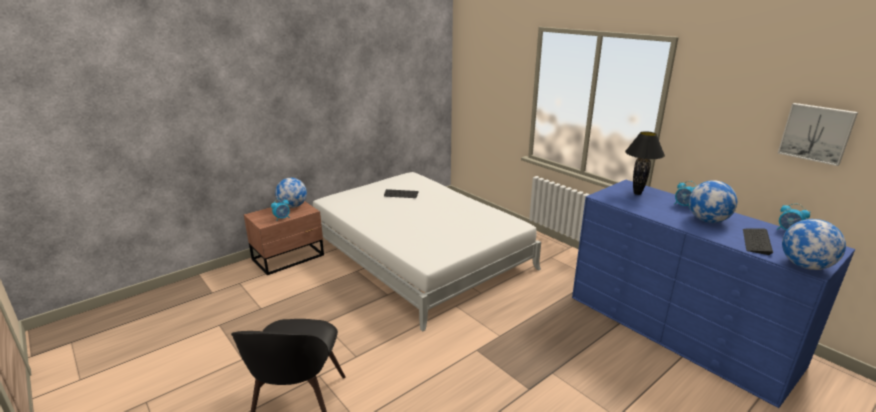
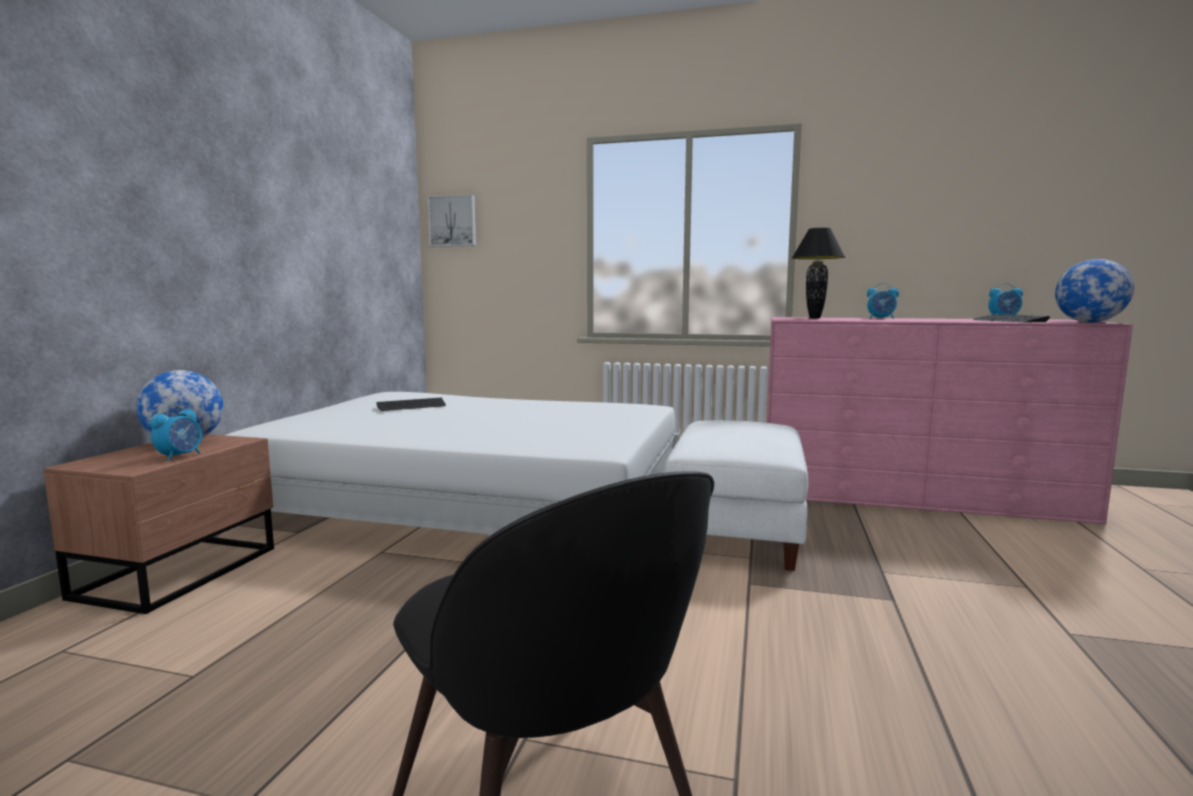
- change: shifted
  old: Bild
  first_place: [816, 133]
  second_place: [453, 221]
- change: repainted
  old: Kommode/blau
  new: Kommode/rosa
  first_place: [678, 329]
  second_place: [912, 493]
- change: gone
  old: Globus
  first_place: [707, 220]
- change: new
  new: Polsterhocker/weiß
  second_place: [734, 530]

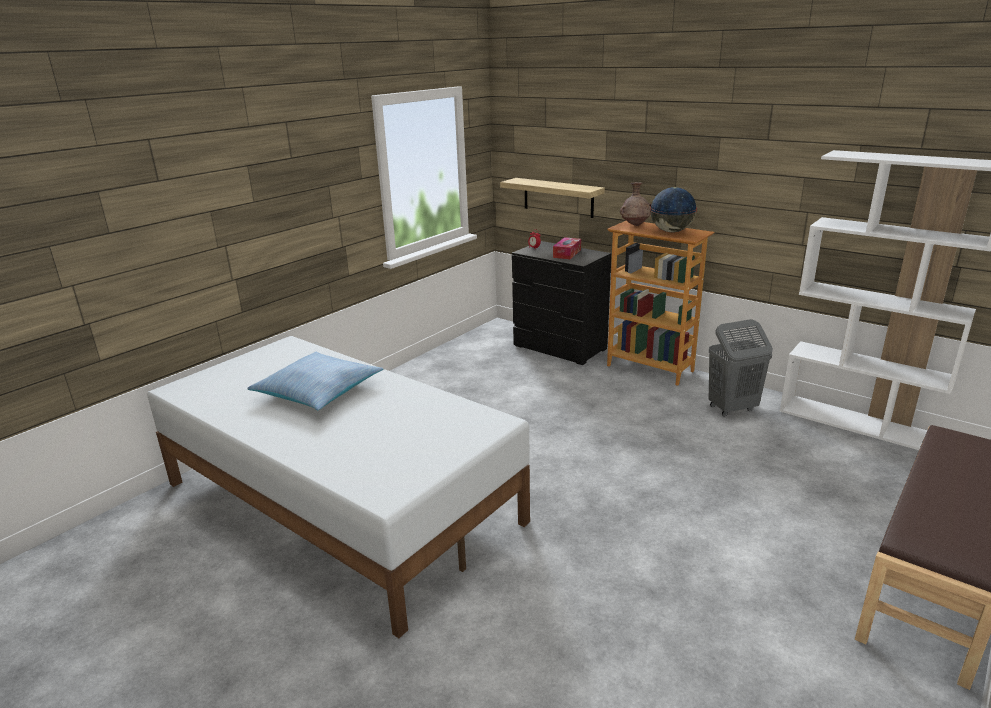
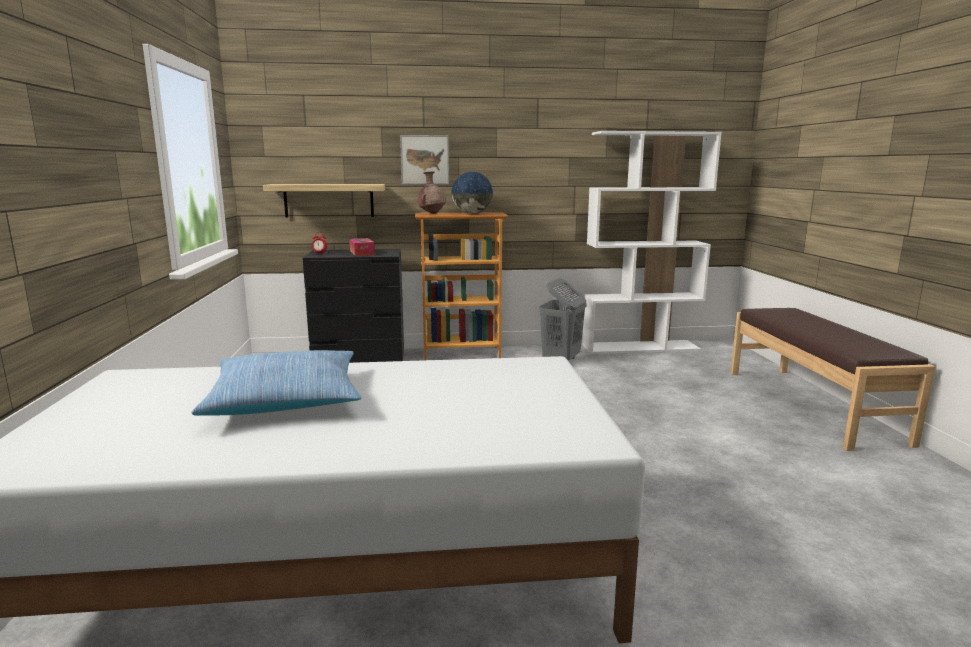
- change: new
  new: Bild
  second_place: [424, 160]

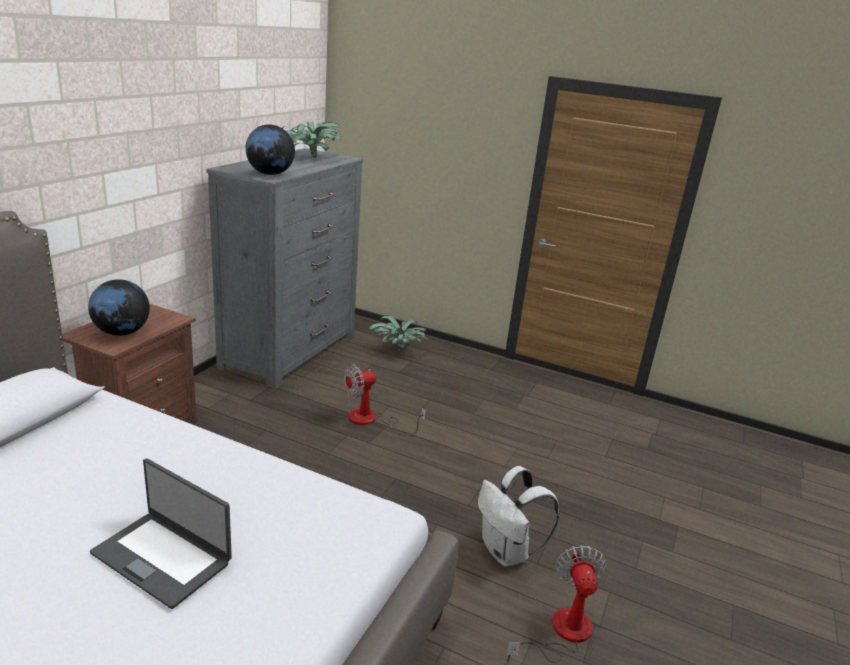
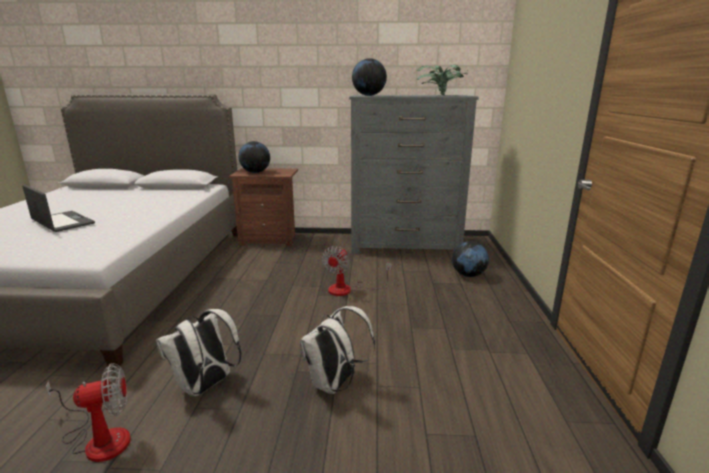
- change: swapped
  old: Topfpflanze
  new: Globus
  first_place: [399, 350]
  second_place: [468, 275]
- change: rotated
  old: Ventilator
  first_place: [371, 420]
  second_place: [348, 289]
  degrees: -105
- change: rotated
  old: Laptop
  first_place: [163, 557]
  second_place: [62, 222]
  degrees: 120
- change: new
  new: Rucksack/weiß
  second_place: [335, 384]

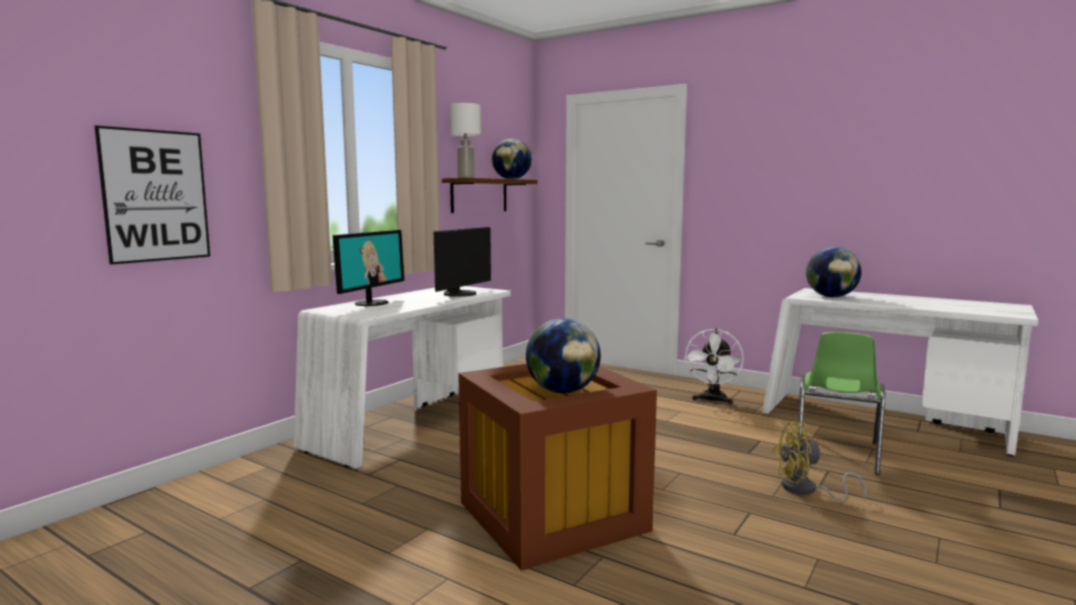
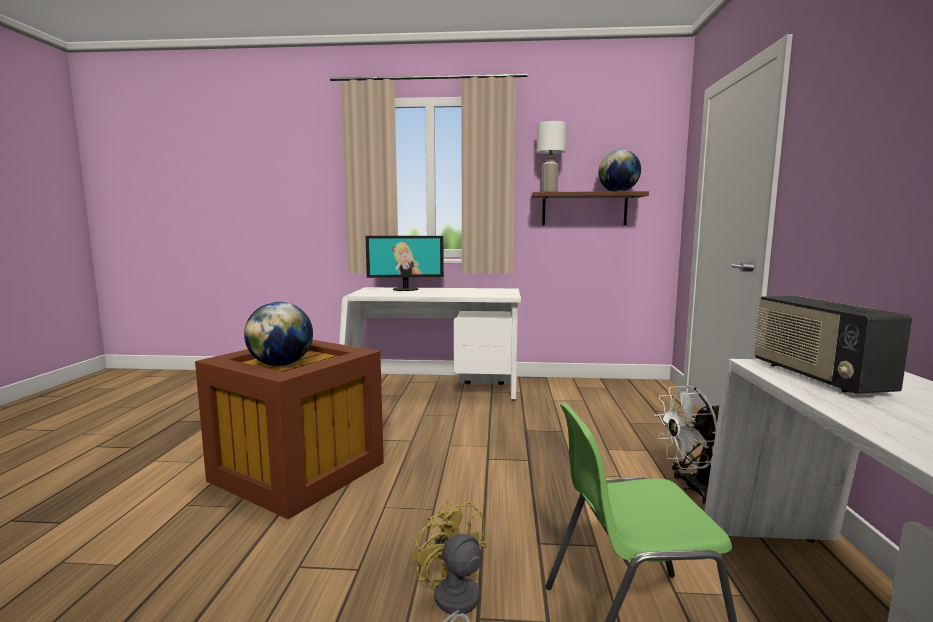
- change: gone
  old: Bild
  first_place: [156, 196]
- change: gone
  old: Monitor
  first_place: [461, 294]
- change: swapped
  old: Globus
  new: Radio
  first_place: [831, 297]
  second_place: [816, 377]

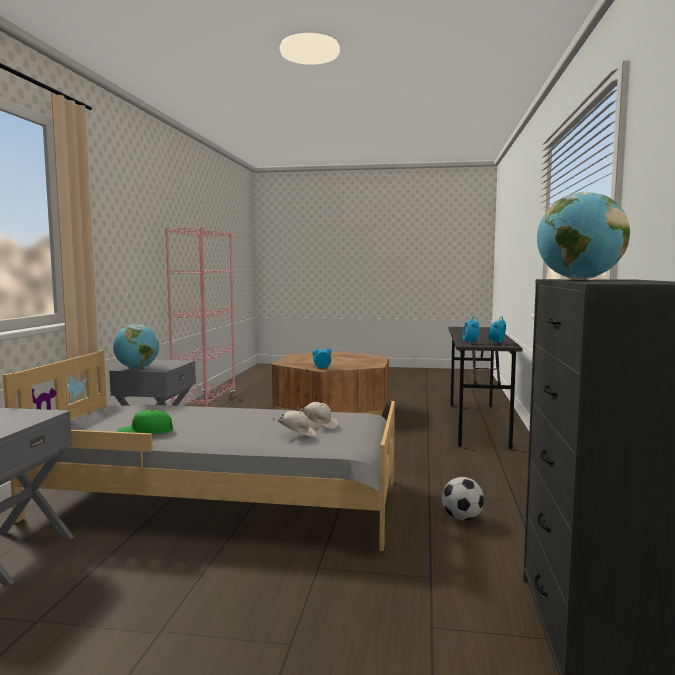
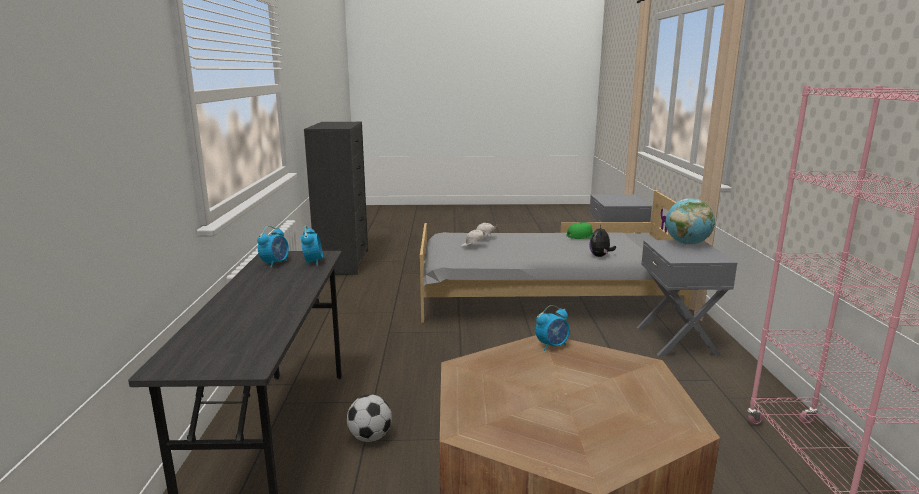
- change: gone
  old: Globus
  first_place: [578, 279]
- change: shifted
  old: Fußball
  first_place: [462, 518]
  second_place: [370, 437]
- change: new
  new: Plüschtier
  second_place: [600, 256]

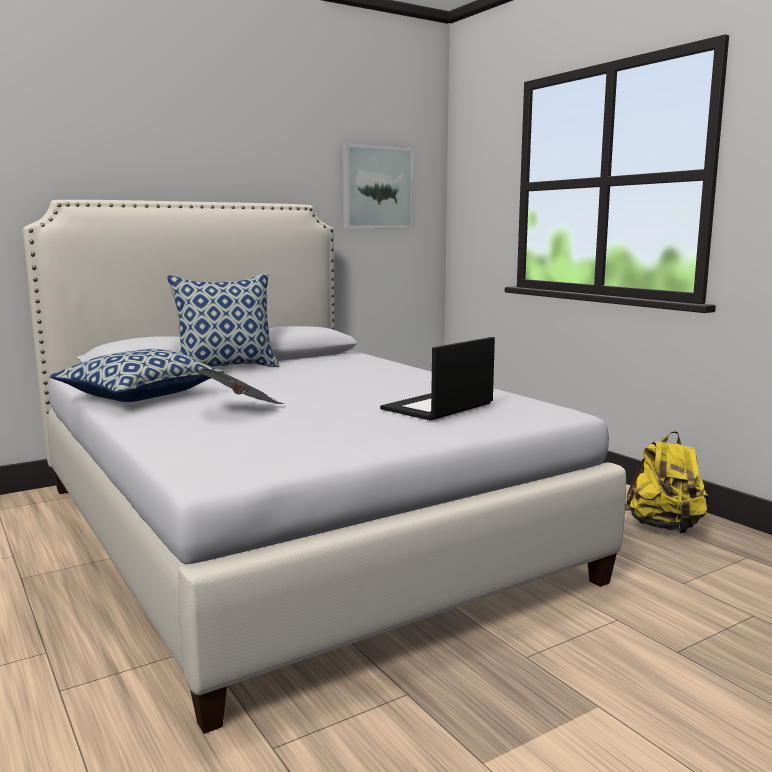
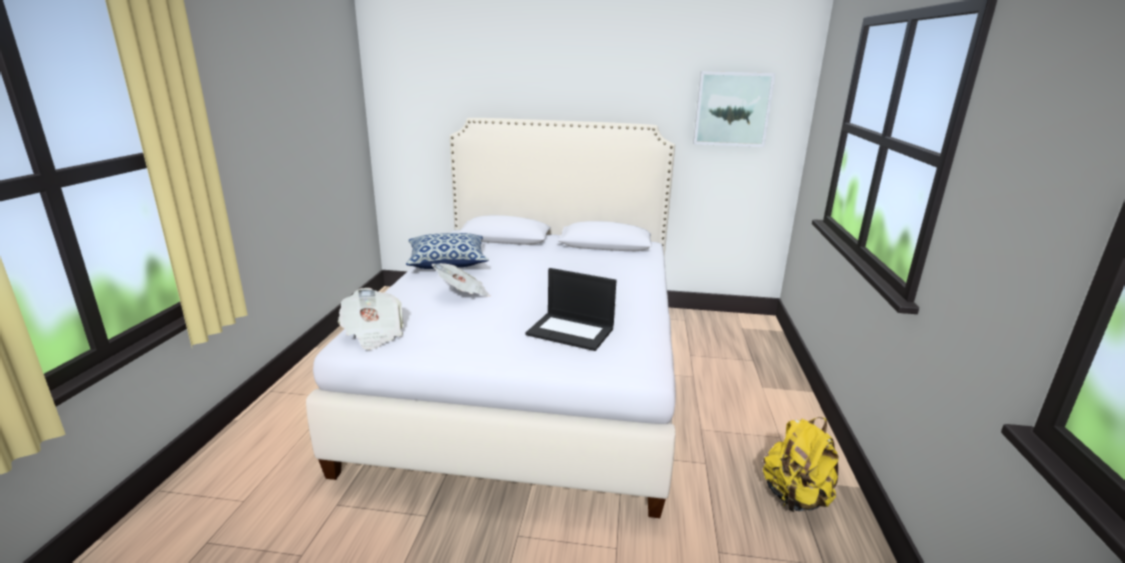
- change: gone
  old: Kissen
  first_place: [226, 368]
- change: rotated
  old: Laptop
  first_place: [437, 407]
  second_place: [571, 331]
  degrees: -150
- change: new
  new: Zeitung
  second_place: [373, 334]

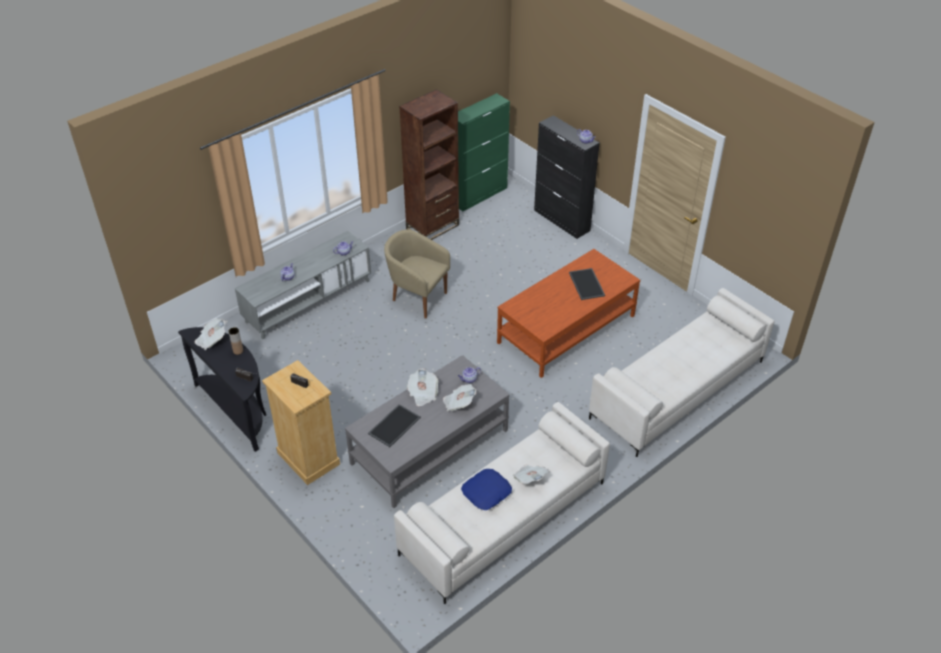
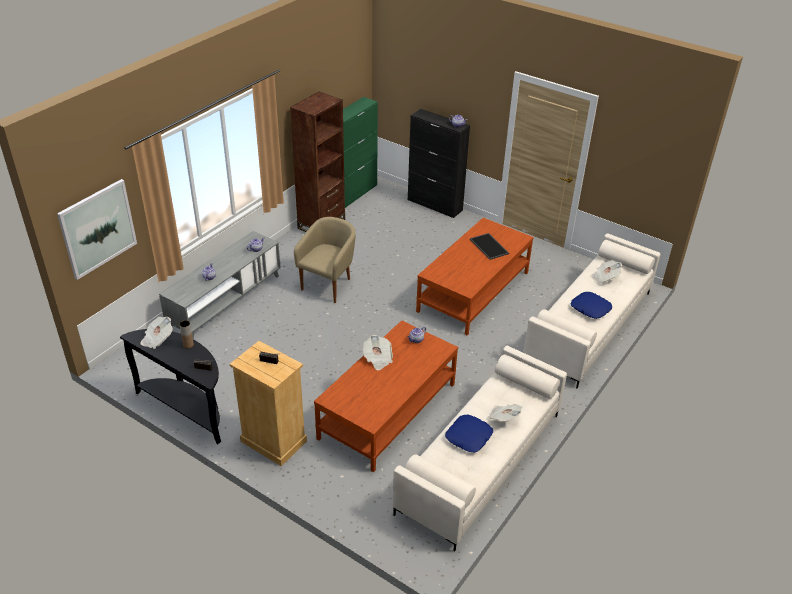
- change: rotated
  old: Sessel/beige
  first_place: [417, 298]
  second_place: [329, 285]
  degrees: 105
- change: repainted
  old: Couchtisch/grau
  new: Couchtisch/braun
  first_place: [429, 447]
  second_place: [387, 411]
- change: shifted
  old: Zeitung
  first_place: [458, 403]
  second_place: [604, 277]
- change: gone
  old: Tablett
  first_place: [394, 425]
- change: new
  new: Bild
  second_place: [98, 228]
- change: new
  new: Kissen/blau
  second_place: [590, 308]

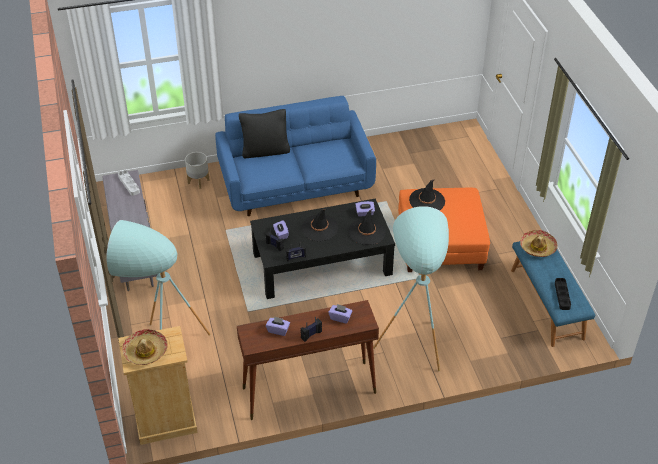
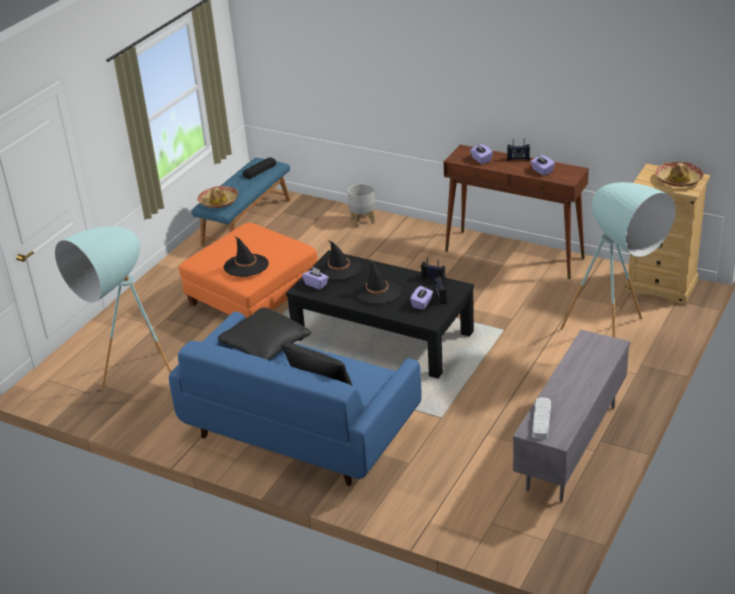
- change: shifted
  old: Pflanzkübel/grau
  first_place: [198, 181]
  second_place: [362, 221]
- change: shifted
  old: Stehlampe/türkis
  first_place: [414, 336]
  second_place: [134, 387]
- change: new
  new: Kissen/schwarz
  second_place: [265, 346]

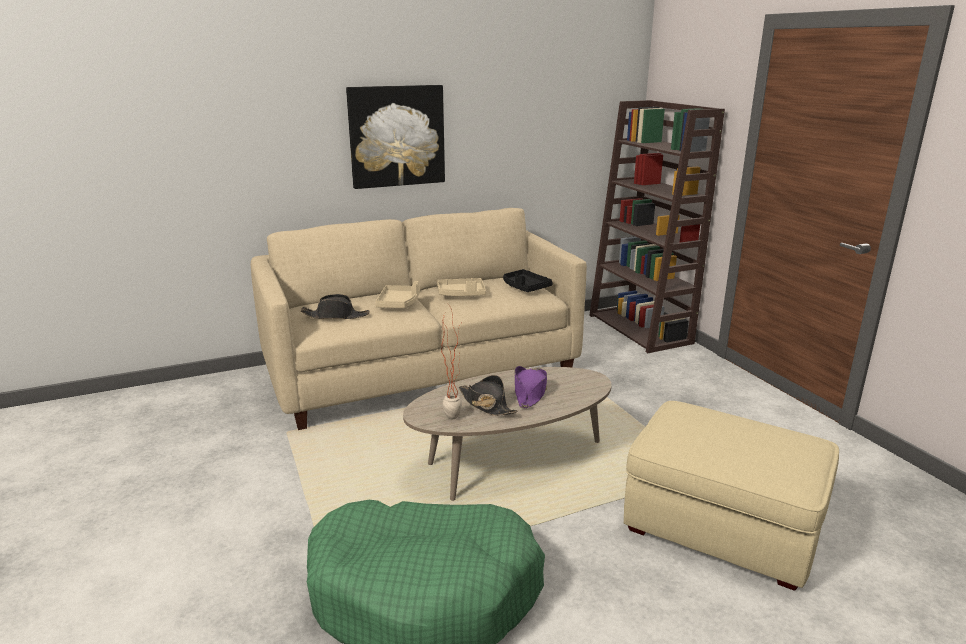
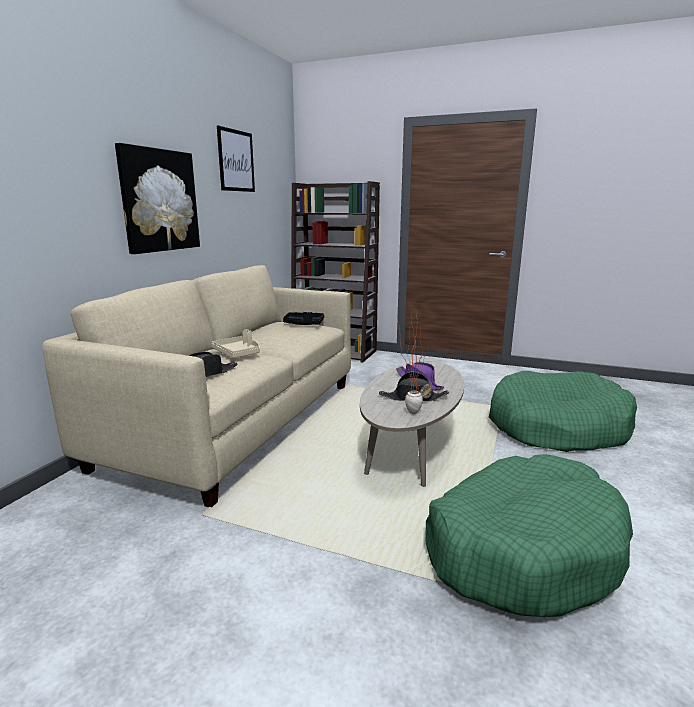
- change: gone
  old: Tablett/beige
  first_place: [461, 294]
- change: swapped
  old: Polsterhocker/beige
  new: Hundebett/grün
  first_place: [722, 529]
  second_place: [556, 427]
- change: new
  new: Bild
  second_place: [236, 161]

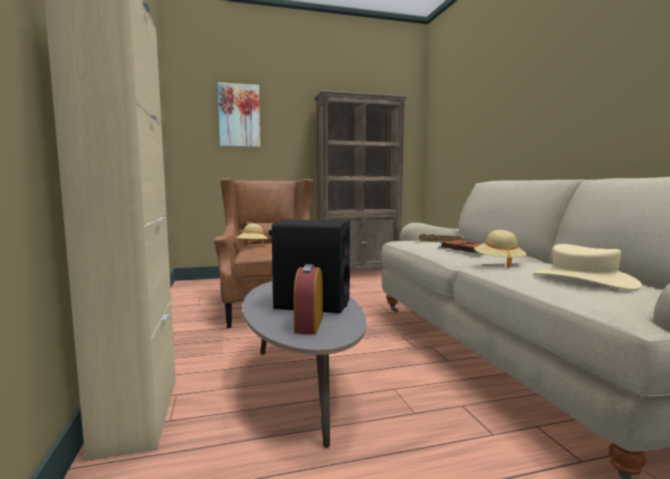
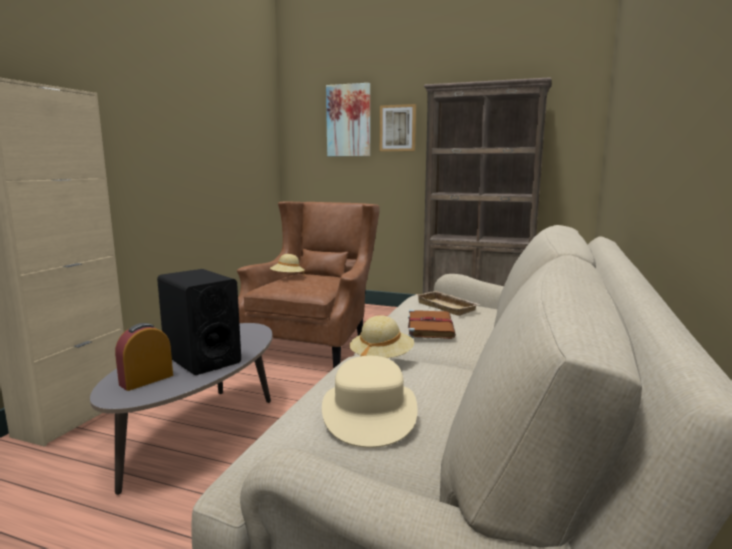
- change: new
  new: Bild
  second_place: [398, 128]

